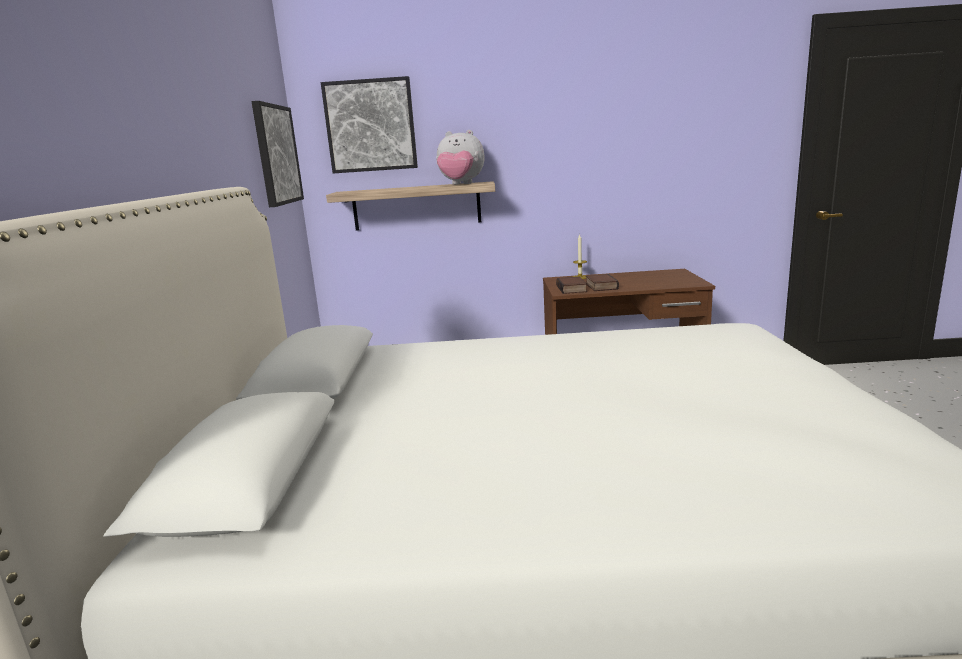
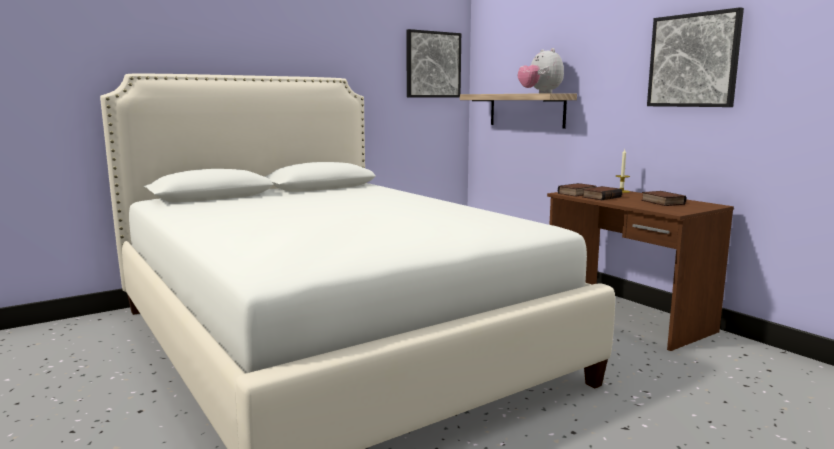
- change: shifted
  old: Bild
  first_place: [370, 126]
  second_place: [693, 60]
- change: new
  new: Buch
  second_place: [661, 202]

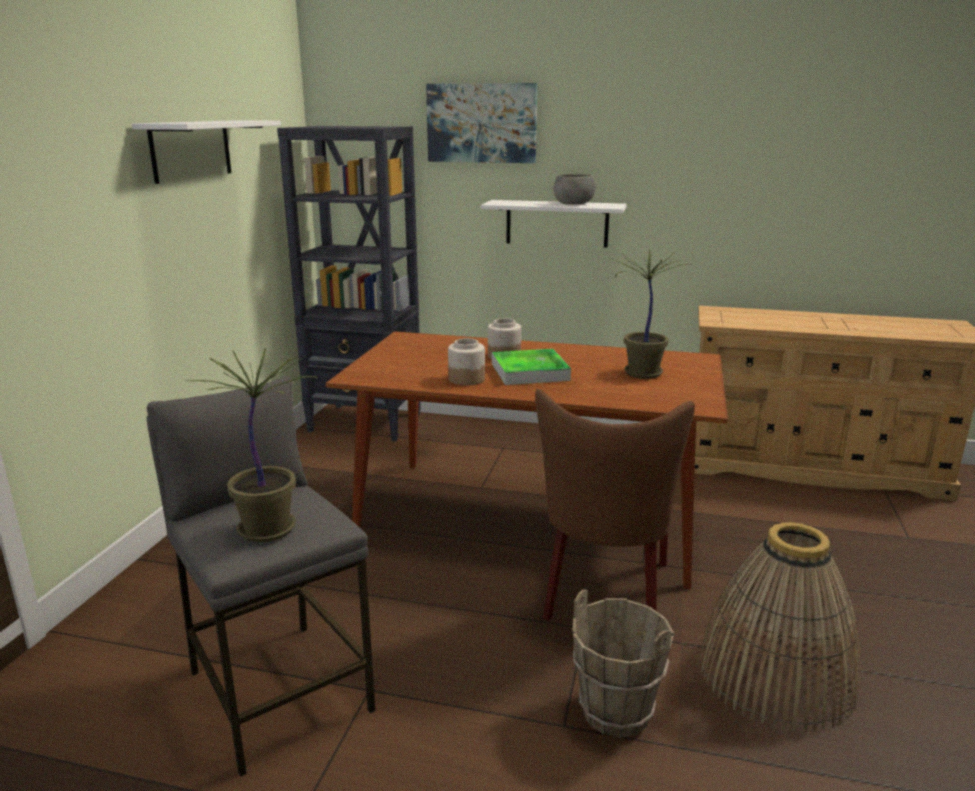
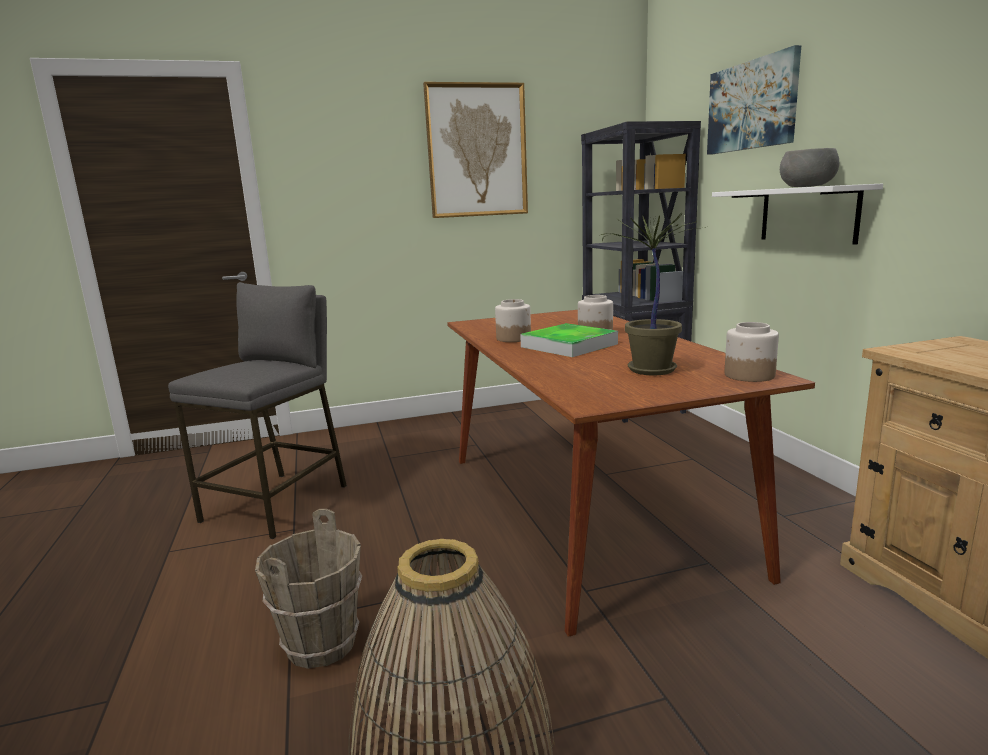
- change: swapped
  old: Wandregal/weiß
  new: Bild
  first_place: [191, 150]
  second_place: [477, 151]
- change: gone
  old: Topfpflanze
  first_place: [269, 528]
- change: gone
  old: Stuhl/braun
  first_place: [604, 595]
- change: new
  new: Vorratsglas
  second_place: [748, 375]

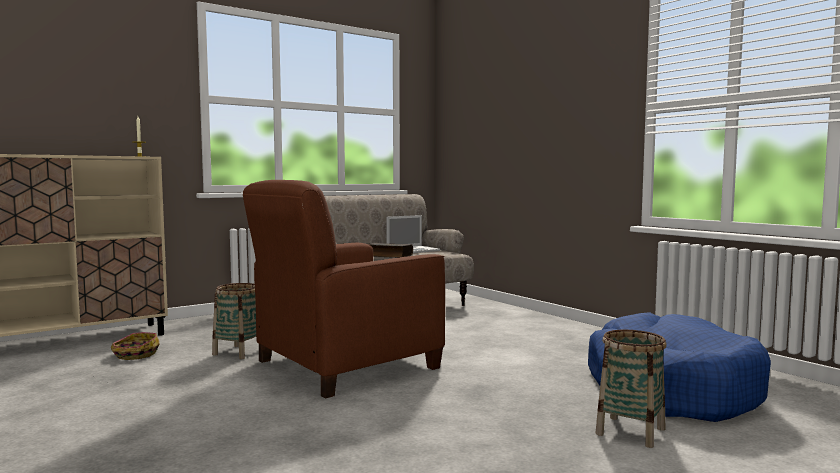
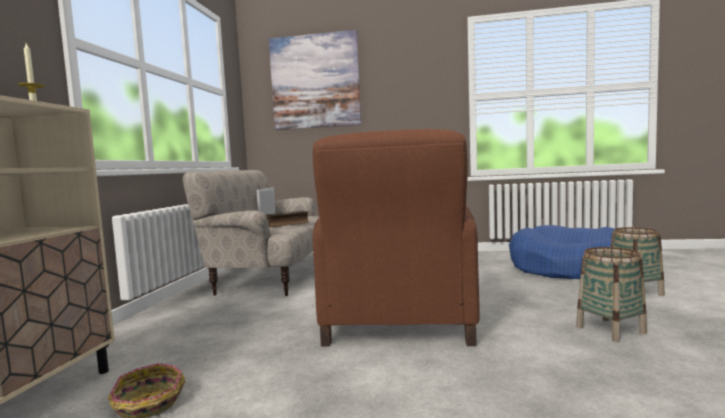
- change: shifted
  old: Korb
  first_place: [239, 352]
  second_place: [610, 330]
- change: new
  new: Bild
  second_place: [315, 81]

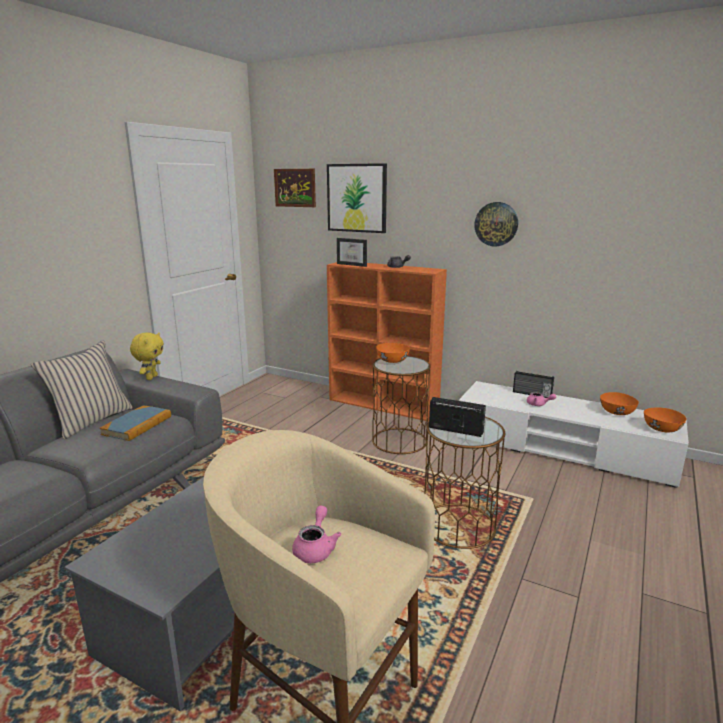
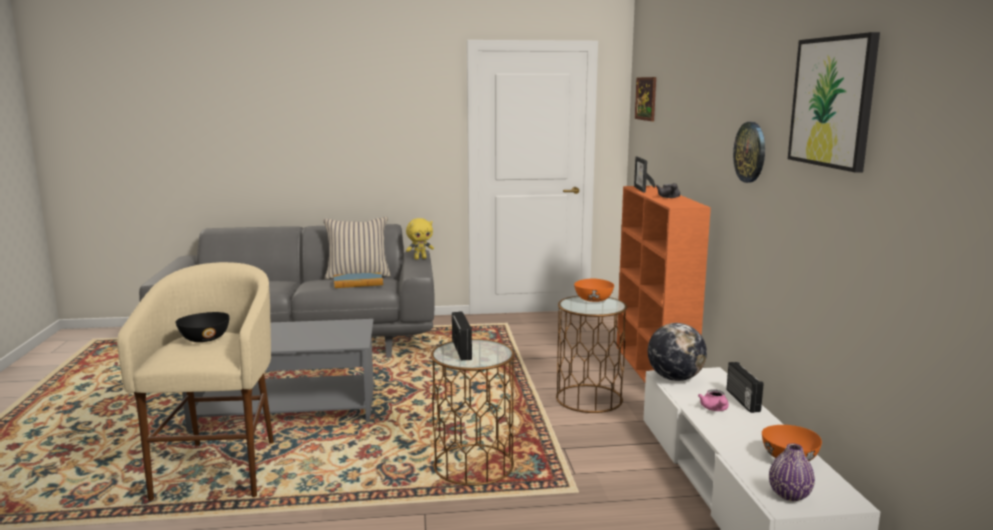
- change: shifted
  old: Bild
  first_place: [357, 198]
  second_place: [832, 102]
- change: swapped
  old: Schüssel/orange
  new: Vase/lila
  first_place: [661, 429]
  second_place: [789, 495]
- change: swapped
  old: Teekanne/rosa
  new: Schüssel/schwarz
  first_place: [315, 548]
  second_place: [205, 339]
- change: new
  new: Globus
  second_place: [675, 378]

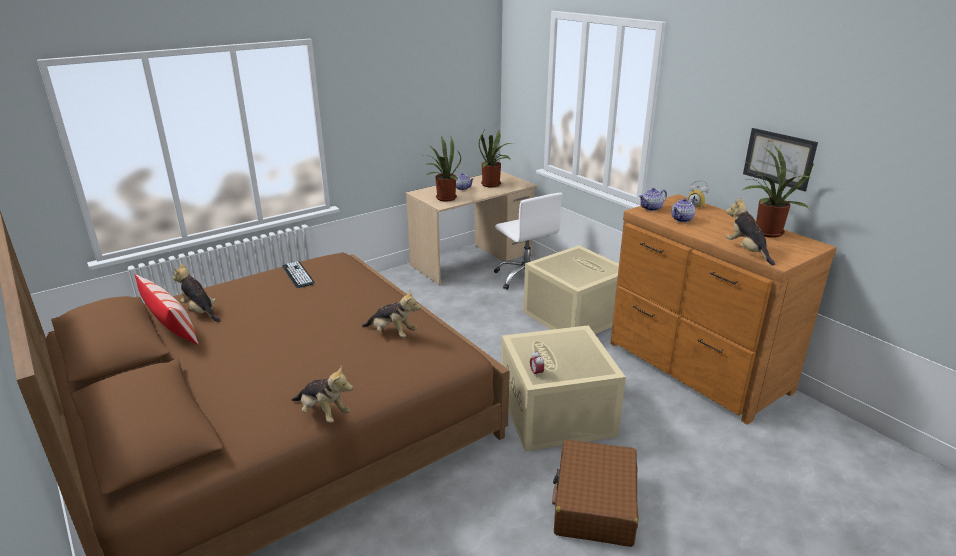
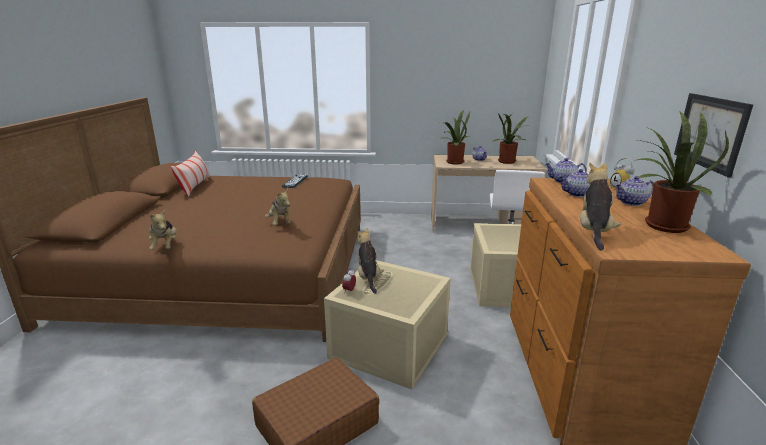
- change: shifted
  old: Plüschtier
  first_place: [200, 312]
  second_place: [368, 277]
- change: new
  new: Teekanne
  second_place: [631, 202]

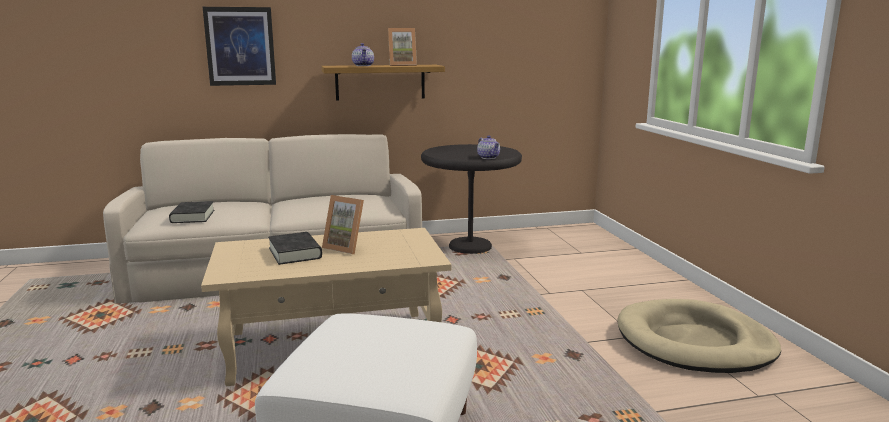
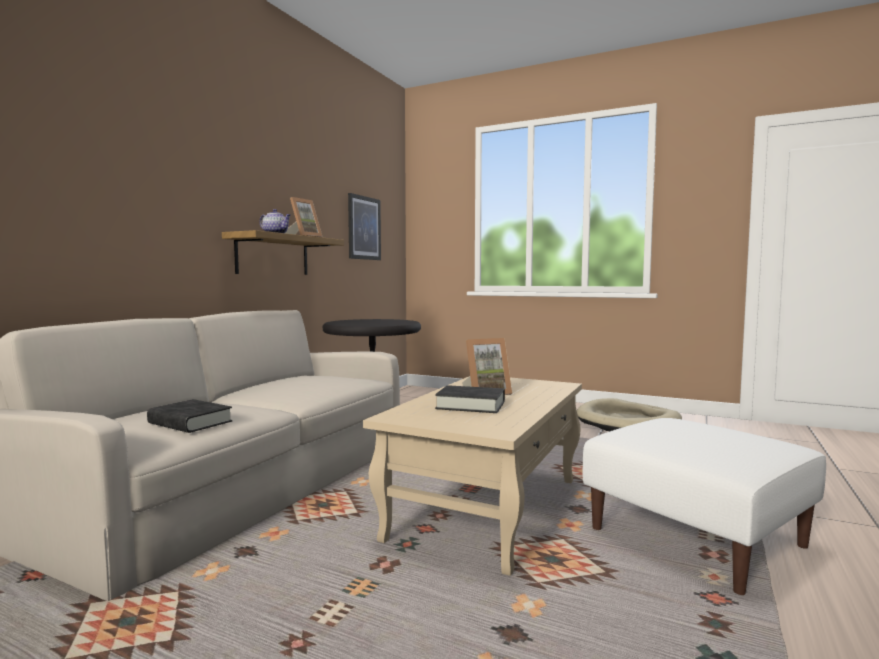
- change: shifted
  old: Bild
  first_place: [240, 46]
  second_place: [364, 228]
- change: gone
  old: Teekanne
  first_place: [489, 157]

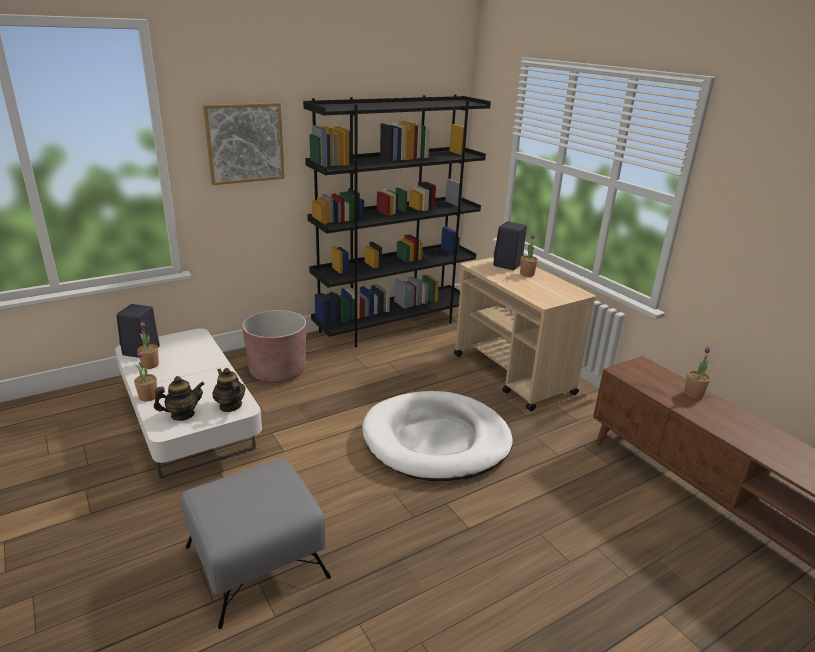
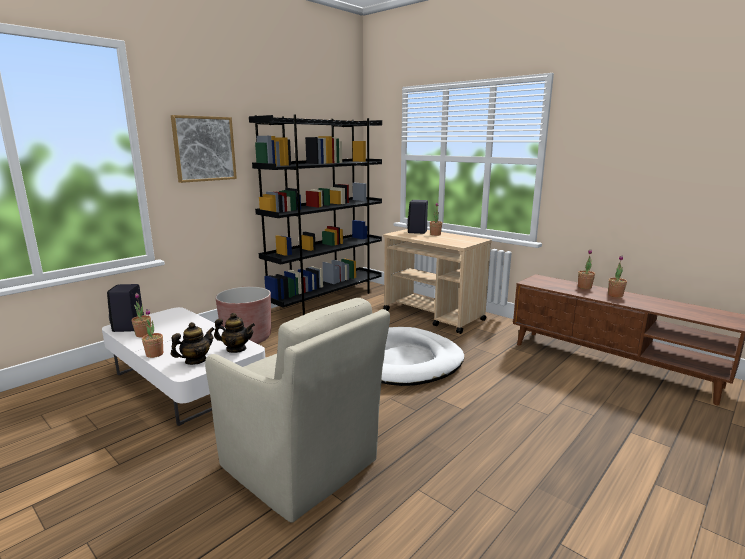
- change: rotated
  old: Teekanne
  first_place: [230, 406]
  second_place: [236, 349]
  degrees: 150
- change: swapped
  old: Polsterhocker/grau
  new: Sessel/beige
  first_place: [255, 561]
  second_place: [301, 466]
- change: new
  new: Topfpflanze
  second_place: [615, 295]

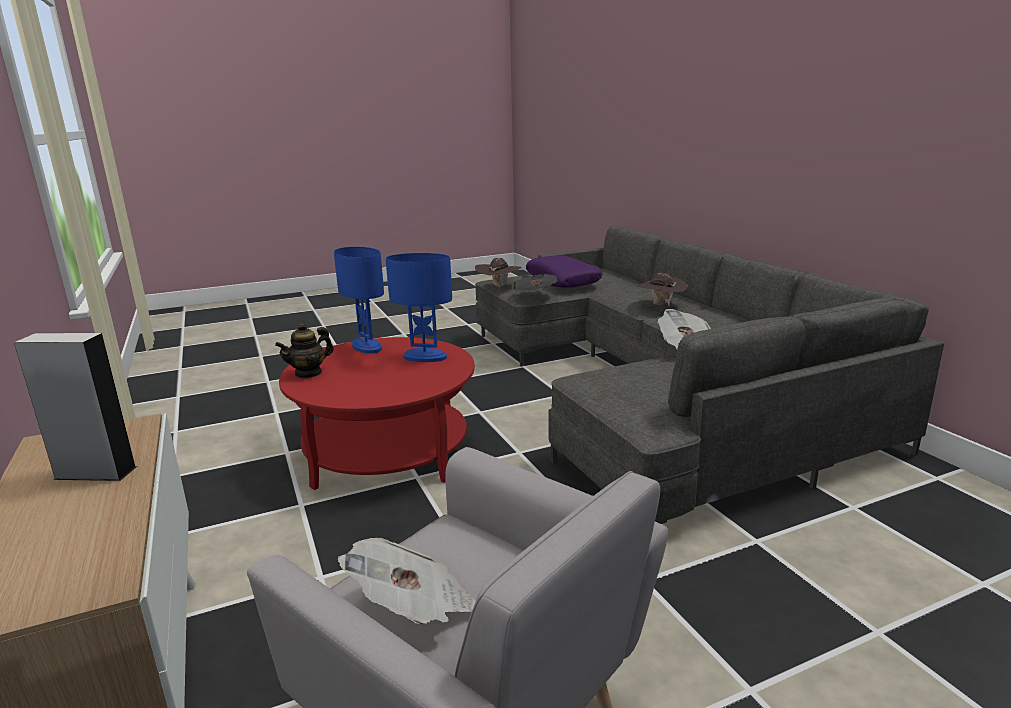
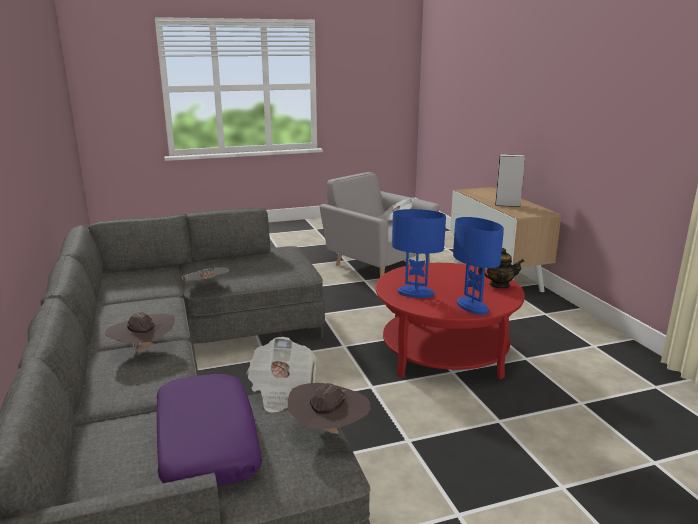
- change: rotated
  old: Teekanne
  first_place: [309, 373]
  second_place: [499, 285]
  degrees: 45

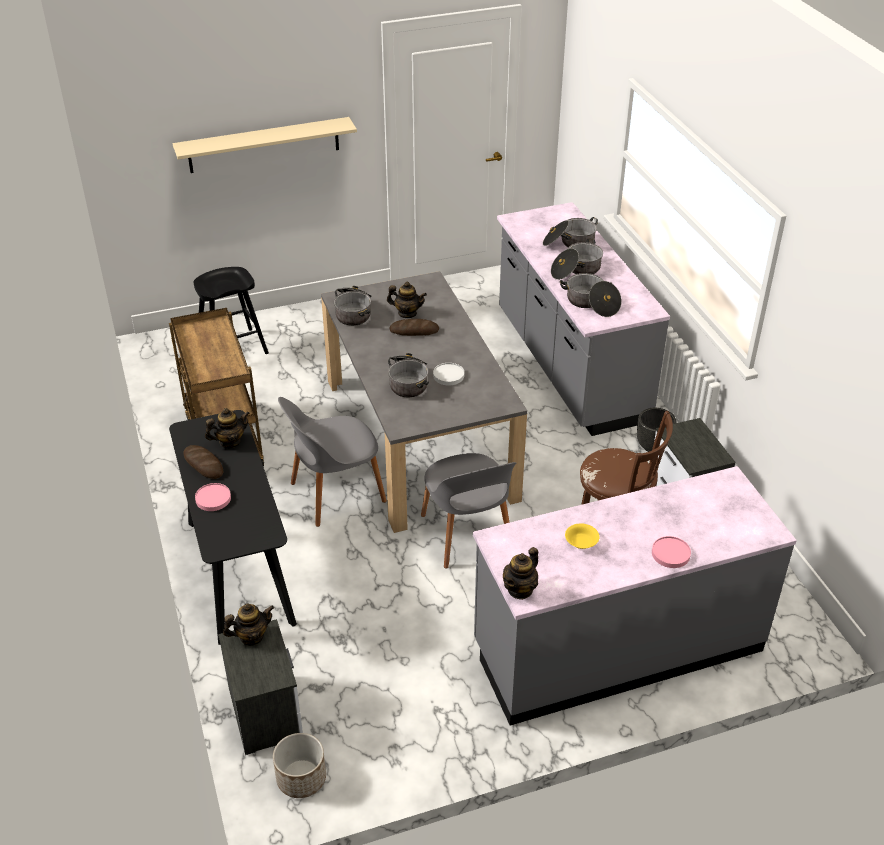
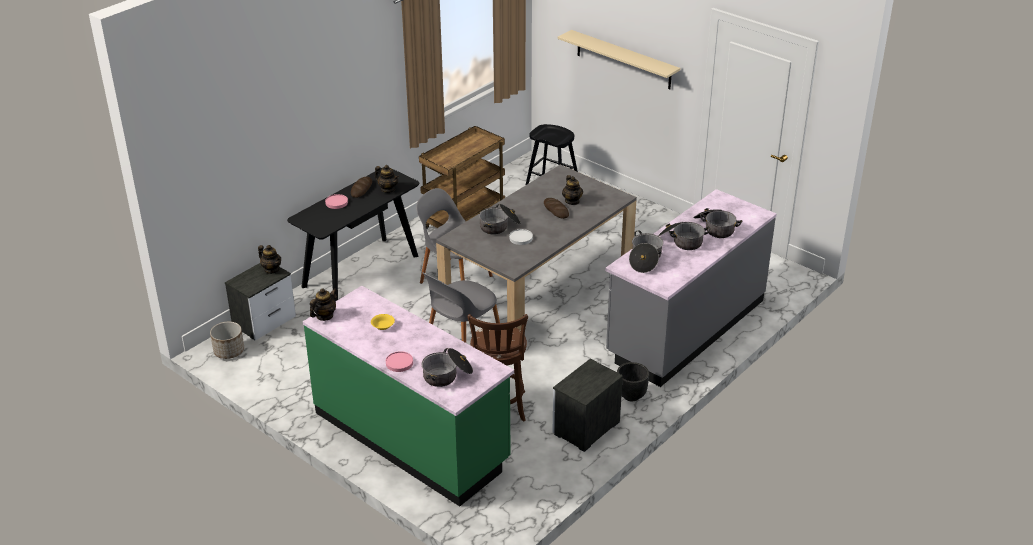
- change: shifted
  old: Kochtopf
  first_place: [354, 312]
  second_place: [447, 375]
- change: repainted
  old: Küchenzeile/grau
  new: Küchenzeile/grün
  first_place: [617, 647]
  second_place: [412, 437]
- change: rotated
  old: Teekanne
  first_place: [520, 589]
  second_place: [324, 316]
  degrees: 120

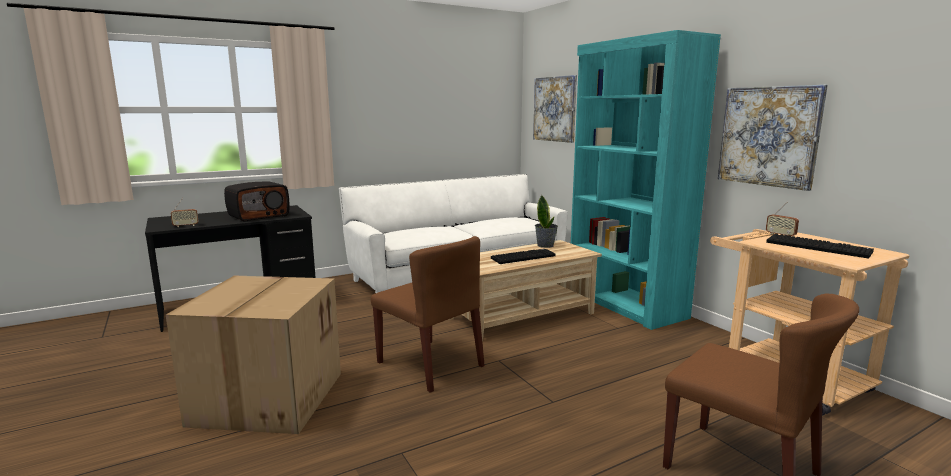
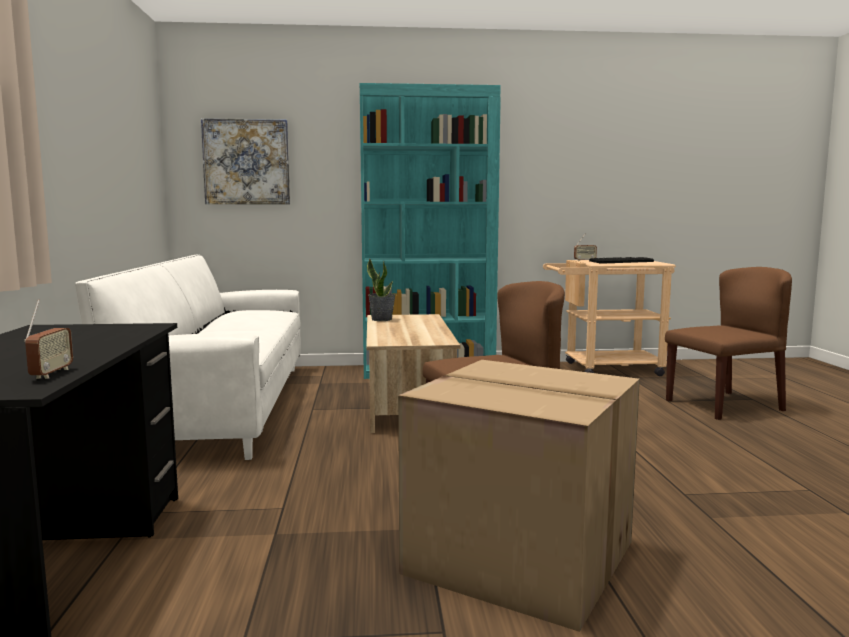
- change: gone
  old: Bild
  first_place: [769, 136]
- change: gone
  old: Radio
  first_place: [259, 216]
- change: gone
  old: Tastatur
  first_place: [523, 257]

